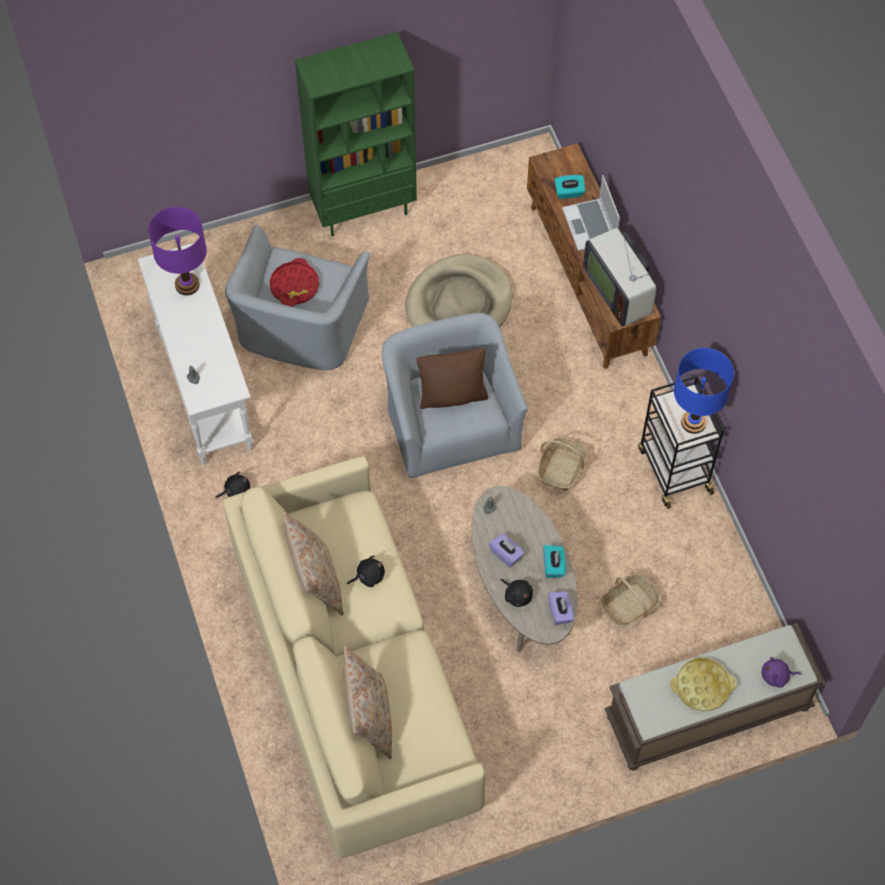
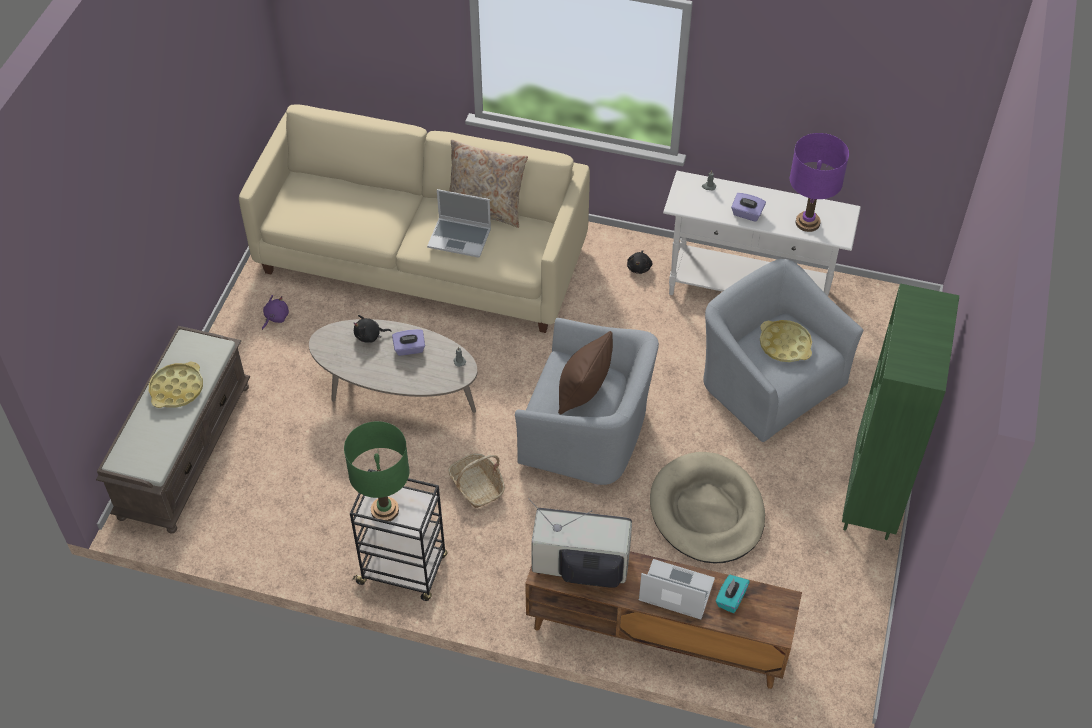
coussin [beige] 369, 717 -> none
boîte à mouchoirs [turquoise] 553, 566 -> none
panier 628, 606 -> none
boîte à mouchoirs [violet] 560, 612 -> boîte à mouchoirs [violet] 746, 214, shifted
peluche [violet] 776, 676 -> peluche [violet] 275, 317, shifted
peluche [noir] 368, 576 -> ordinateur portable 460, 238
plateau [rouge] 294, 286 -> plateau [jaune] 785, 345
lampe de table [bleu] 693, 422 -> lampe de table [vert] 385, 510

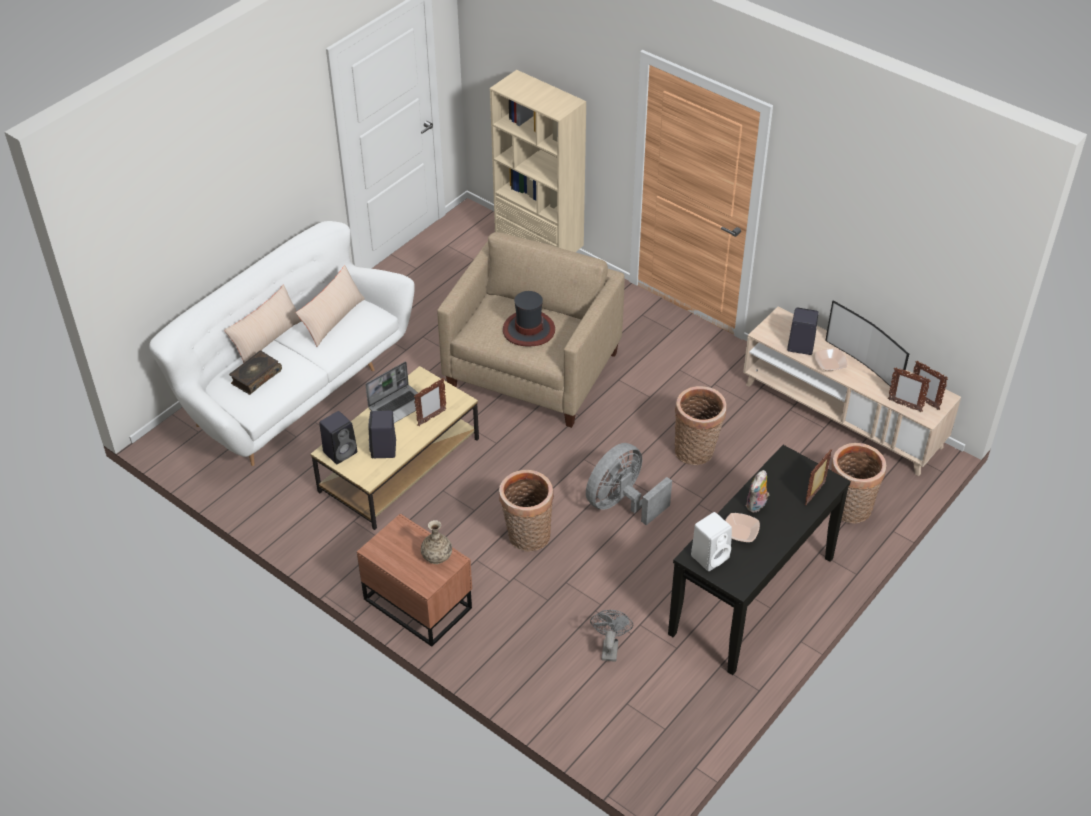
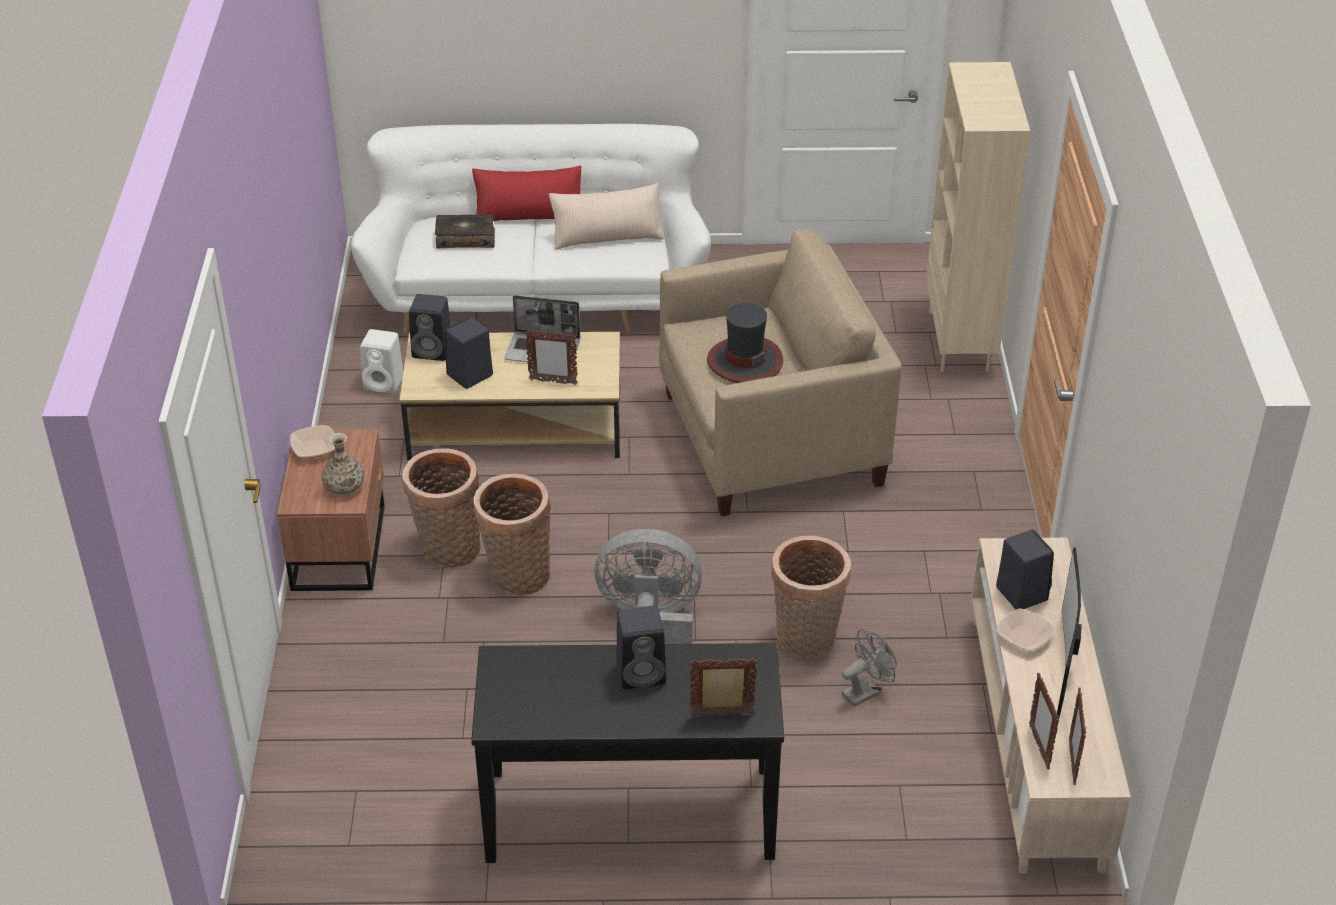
ventilateur [gris] 609, 647 -> ventilateur [gris] 866, 691, shifted
enceinte [blanc] 710, 556 -> enceinte [blanc] 385, 383, shifted
bol 740, 532 -> bol 314, 449, shifted
panier 849, 510 -> panier 447, 549, shifted
peluche 756, 506 -> enceinte [noir] 643, 672
coussin [beige] 267, 338 -> coussin [rouge] 529, 215

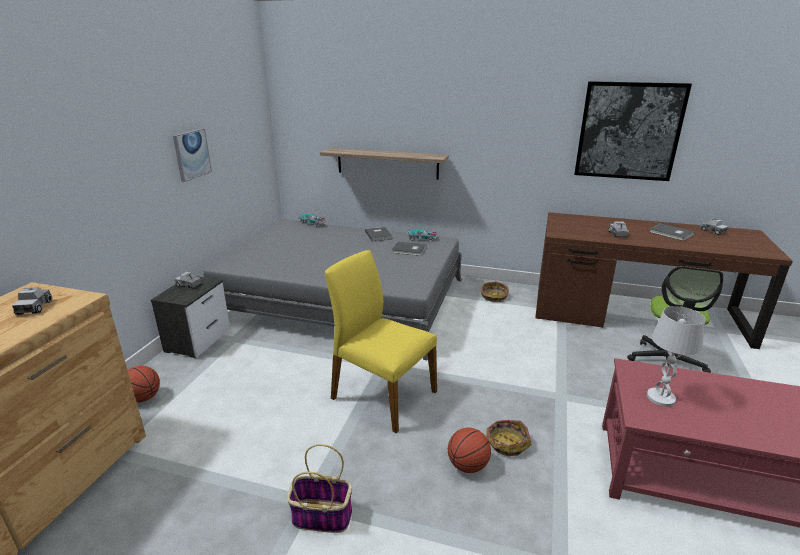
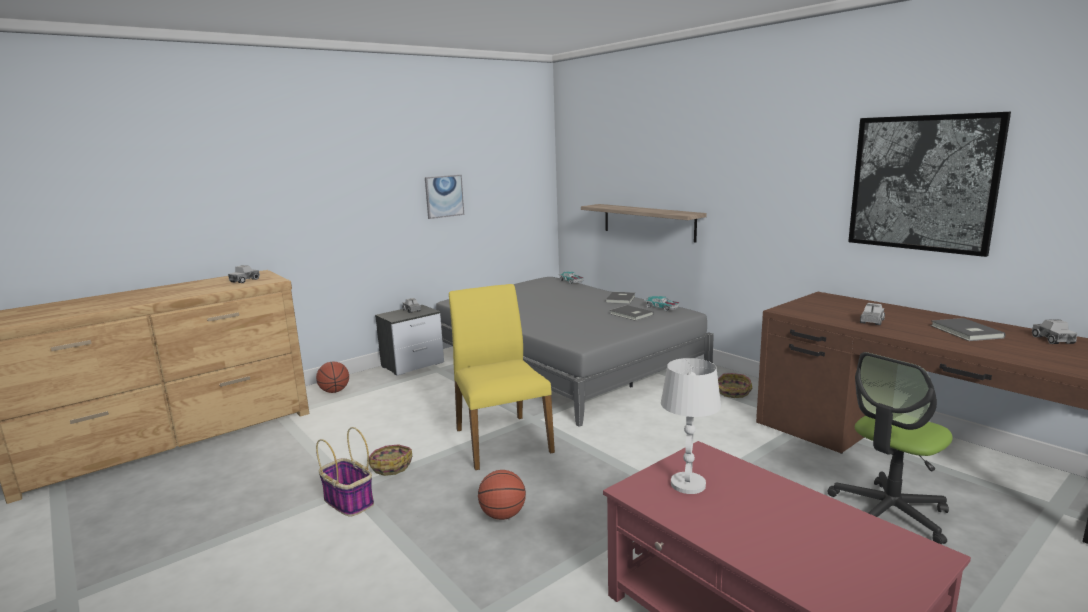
panier 506, 443 -> panier 391, 466, shifted

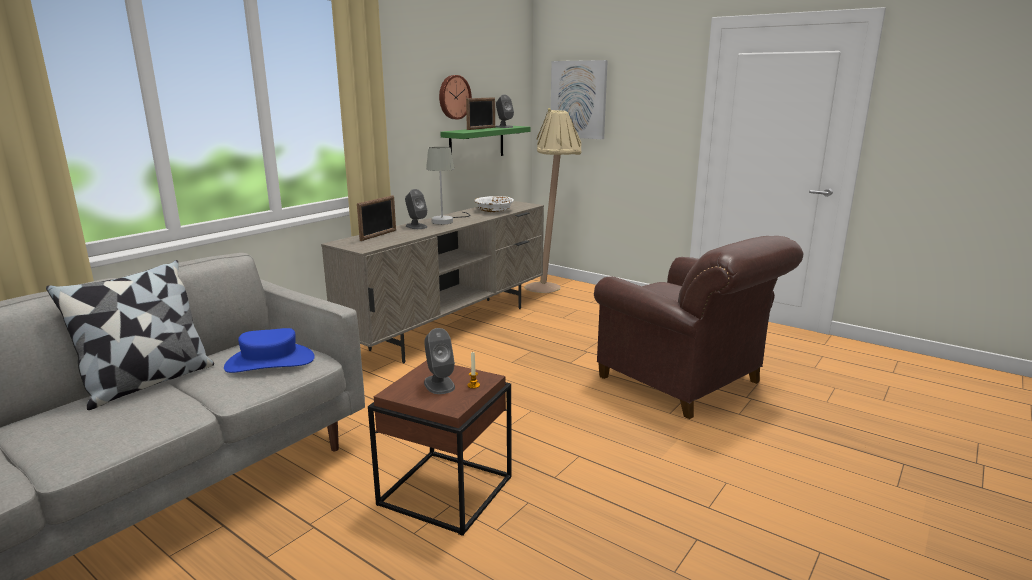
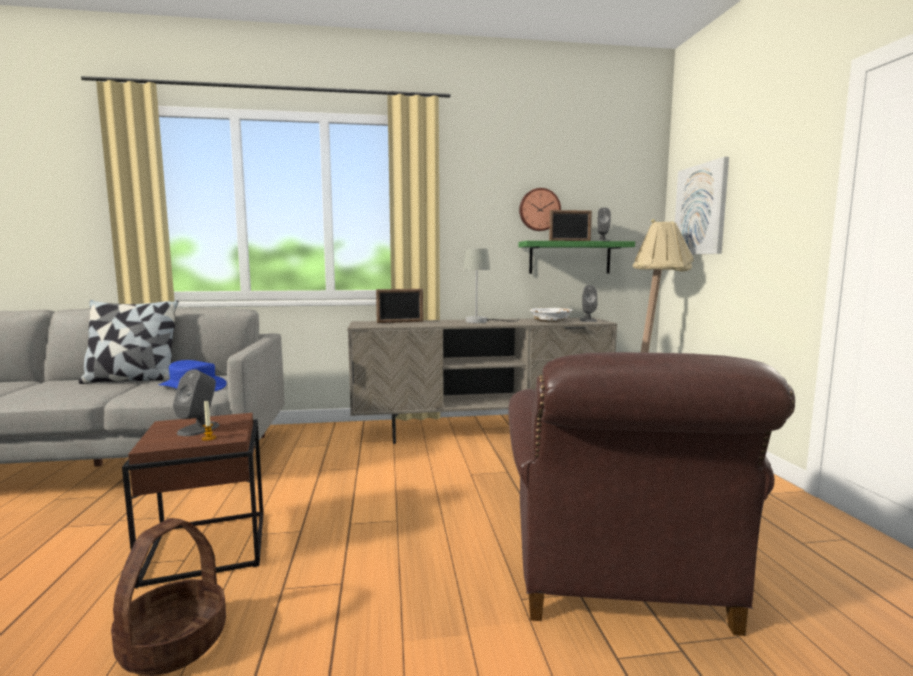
none -> panier 173, 643
enceinte [gris] 416, 226 -> enceinte [gris] 588, 320, shifted

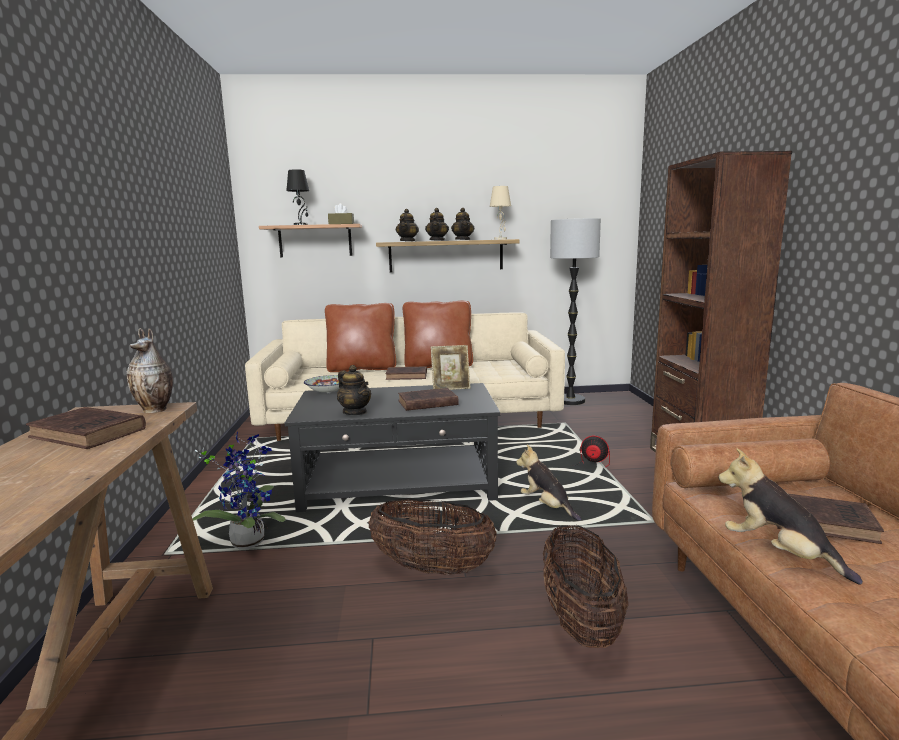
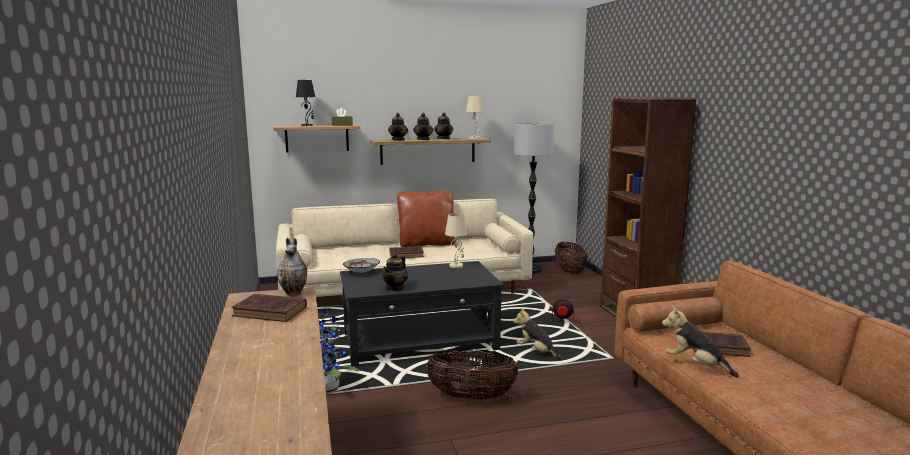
coussin [marron] 362, 369 -> none
livre [marron] 426, 403 -> none
panier 580, 621 -> panier 570, 272, shifted
cadre photo 451, 388 -> lampe de table [beige] 456, 266
théière 355, 412 -> théière 395, 288, 75 degrees clockwise

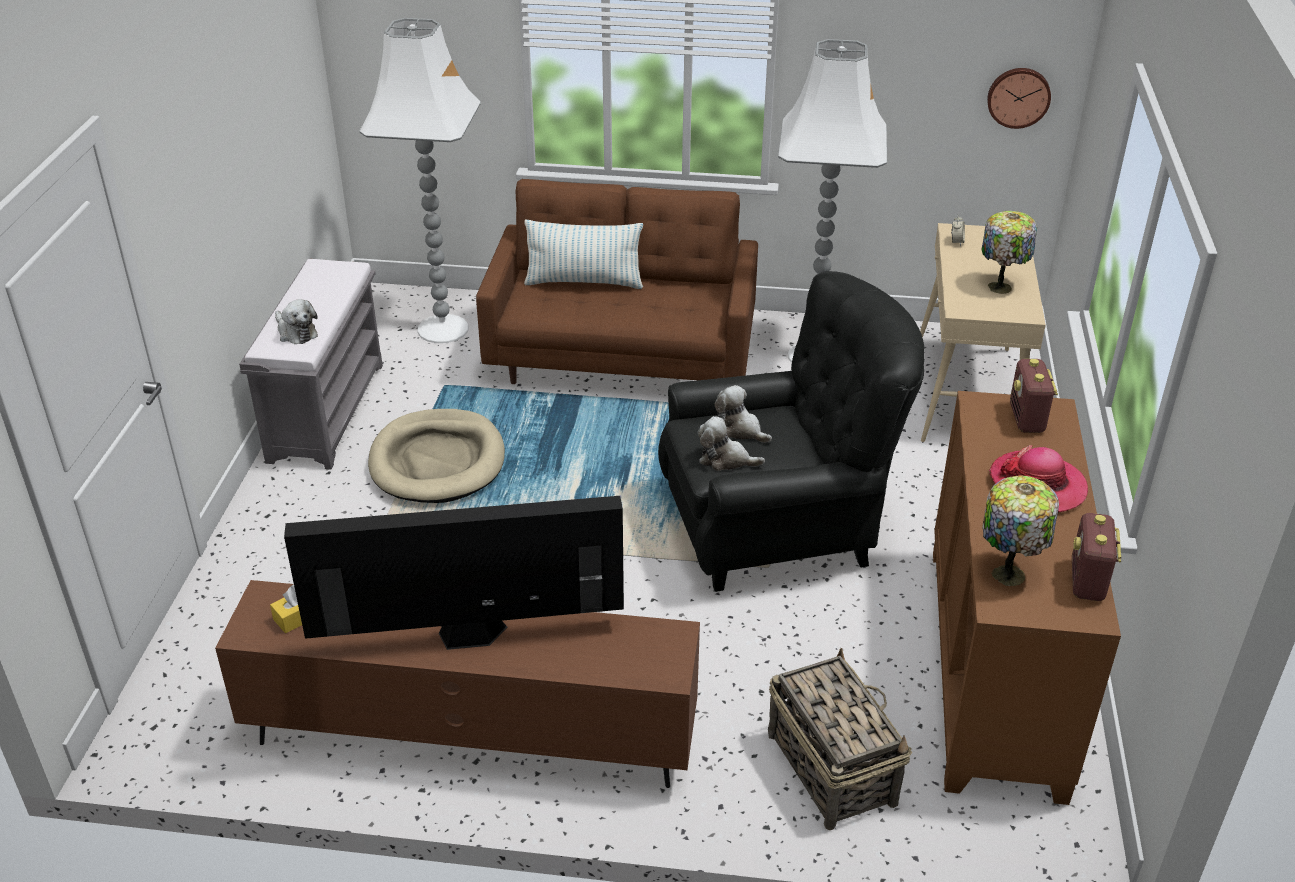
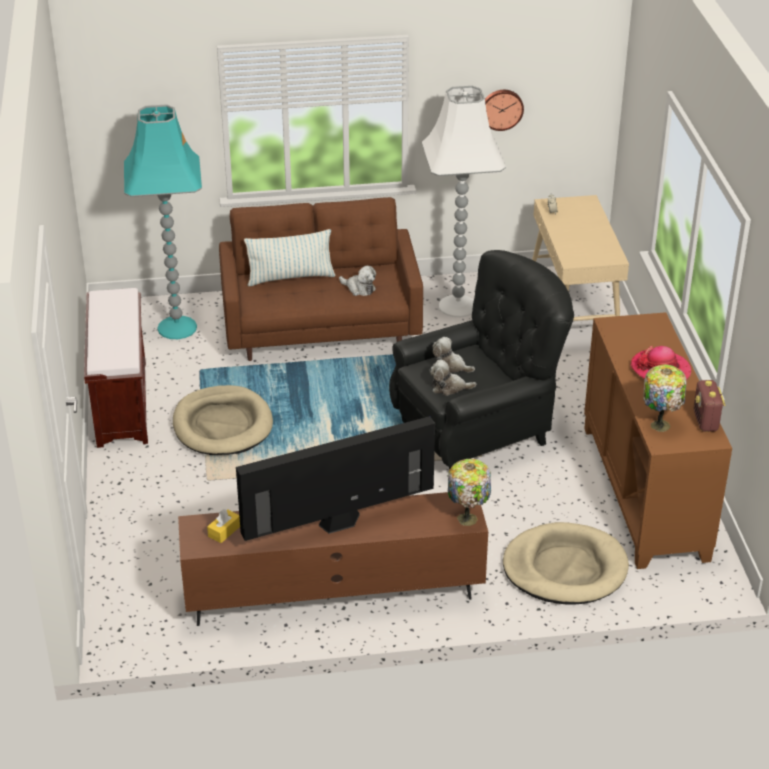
radio 1027, 419 -> none
peluche 296, 332 -> peluche 359, 288, shifted
lampe de table 1001, 287 -> lampe de table 468, 518, shifted
horloge murale 1018, 97 -> horloge murale 501, 109, shifted
panier 831, 767 -> panier pour chien [beige] 565, 568
banc [gris] 326, 411 -> banc [marron] 121, 403
lampadaire [blanc] 444, 328 -> lampadaire [turquoise] 178, 327

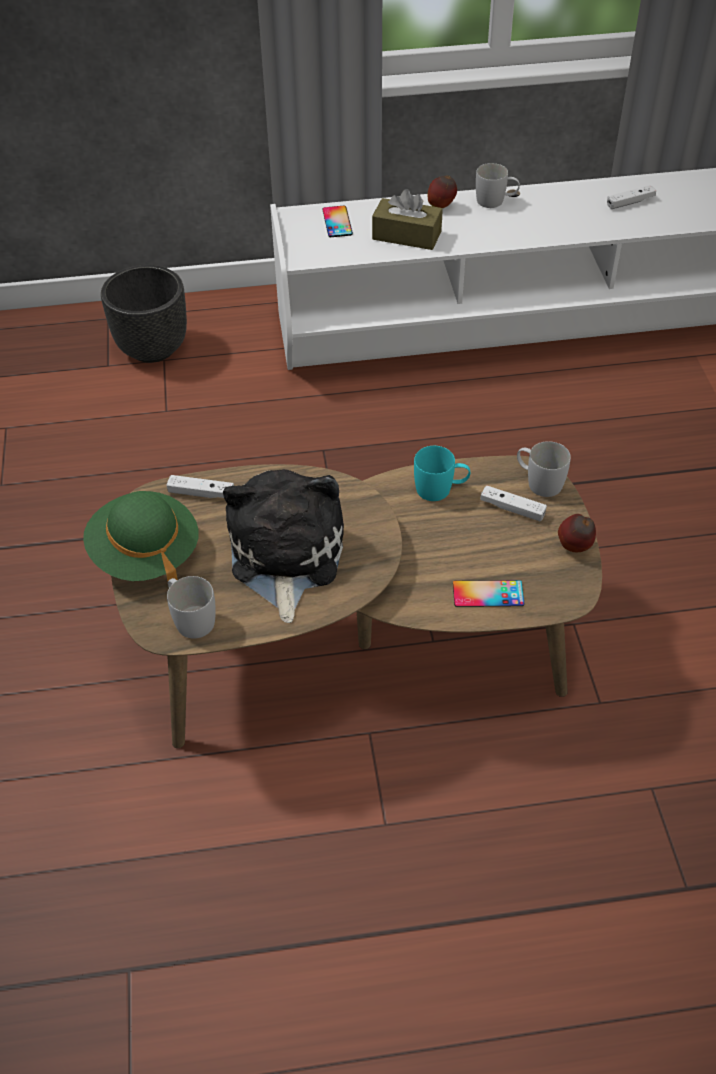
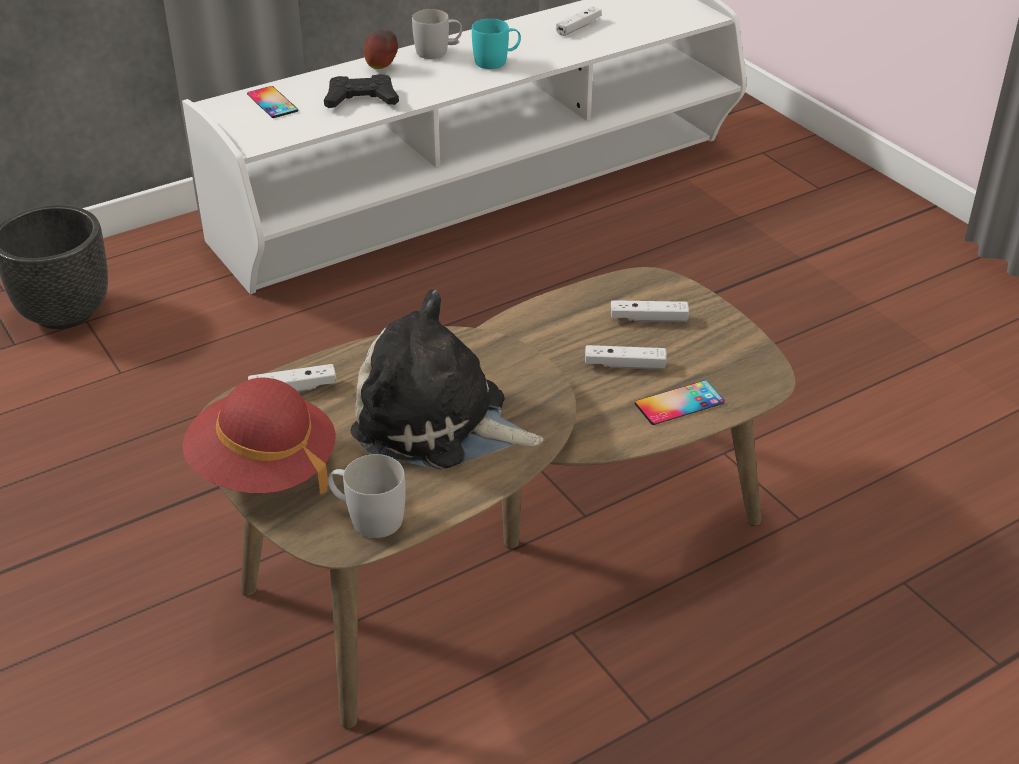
mug [blanc] 538, 482 -> none
pomme 574, 548 -> none
none -> manette [blanc] 624, 365
mug [turquoise] 441, 489 -> mug [turquoise] 497, 61, shifted
boîte à mouchoirs [marron] 406, 235 -> manette [noir] 361, 99
chapeau [vert] 145, 554 -> chapeau [rouge] 263, 469
peluche 284, 556 -> peluche 438, 423, 45 degrees counterclockwise

